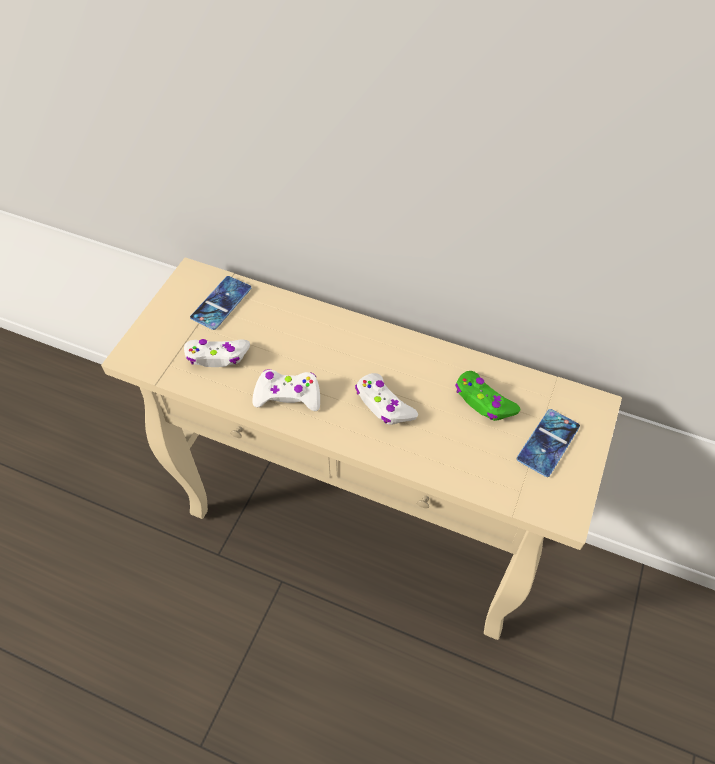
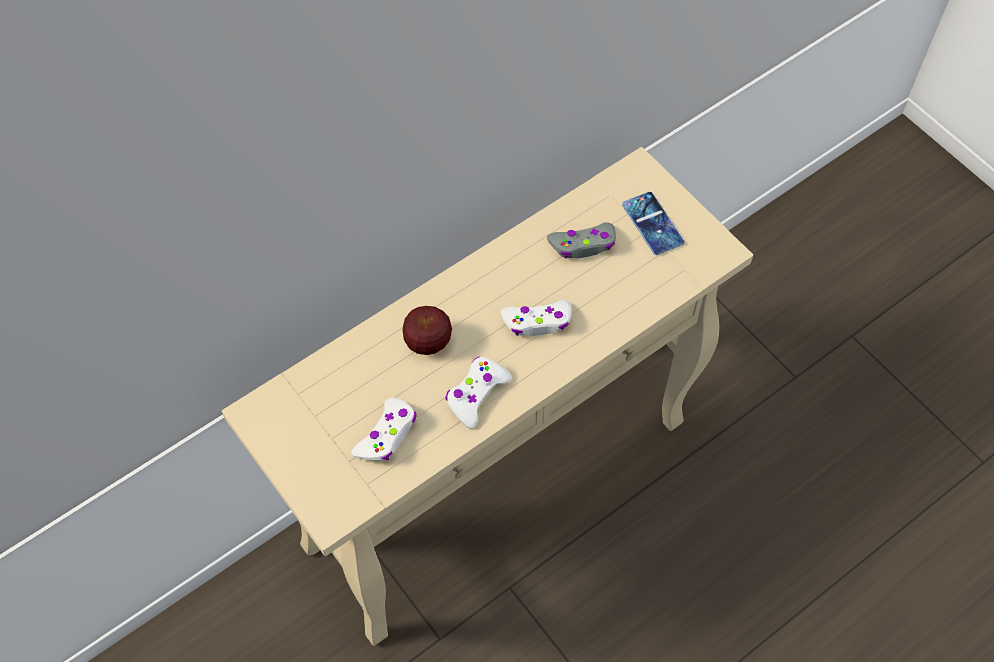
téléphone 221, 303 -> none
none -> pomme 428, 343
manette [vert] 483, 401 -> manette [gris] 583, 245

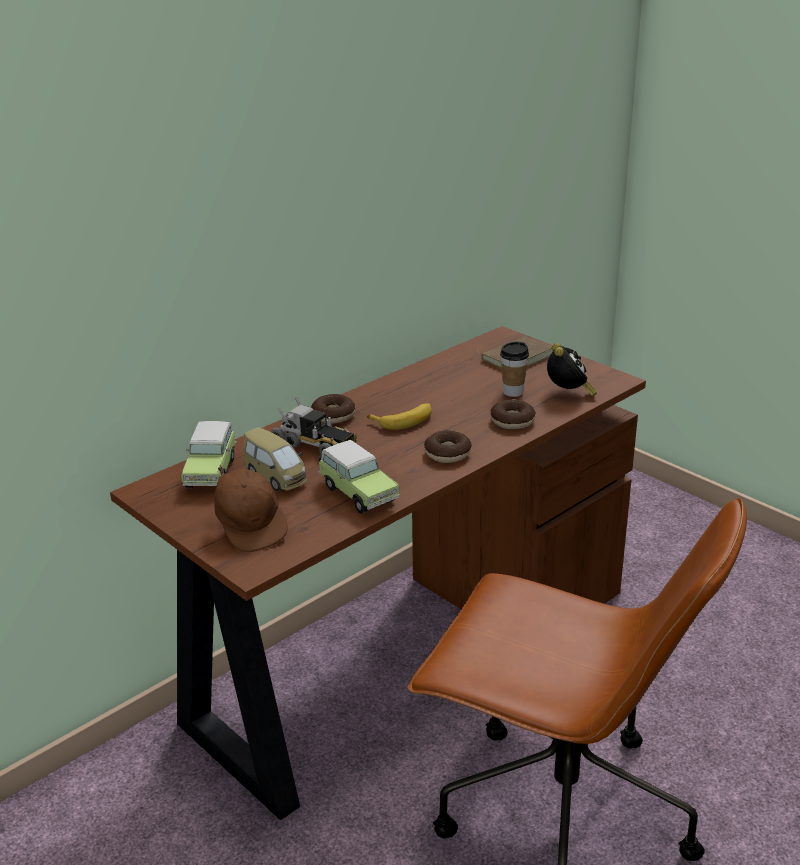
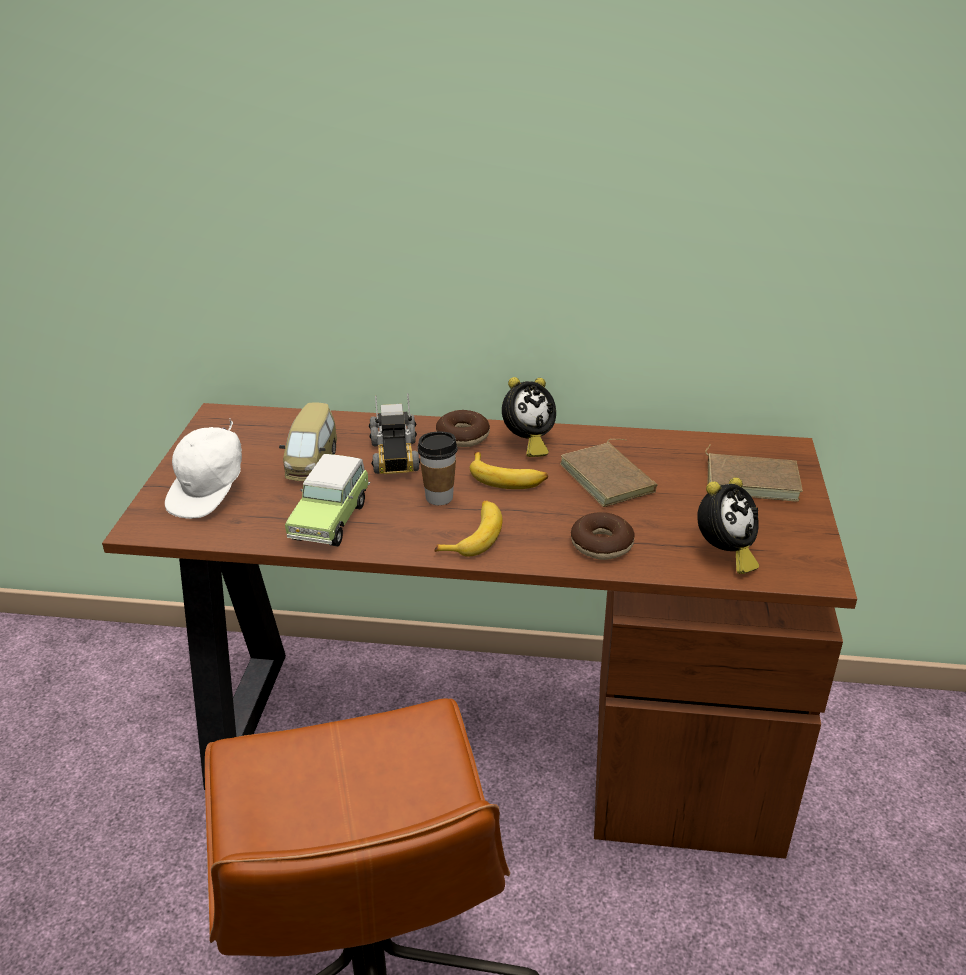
petite voiture 211, 471 -> none
none -> réveil 527, 443
none -> livre [marron] 610, 478
tasse 513, 392 -> tasse 439, 497, shifted
beignet 447, 453 -> banane 474, 535
casquette [marron] 250, 527 -> casquette [blanc] 211, 492

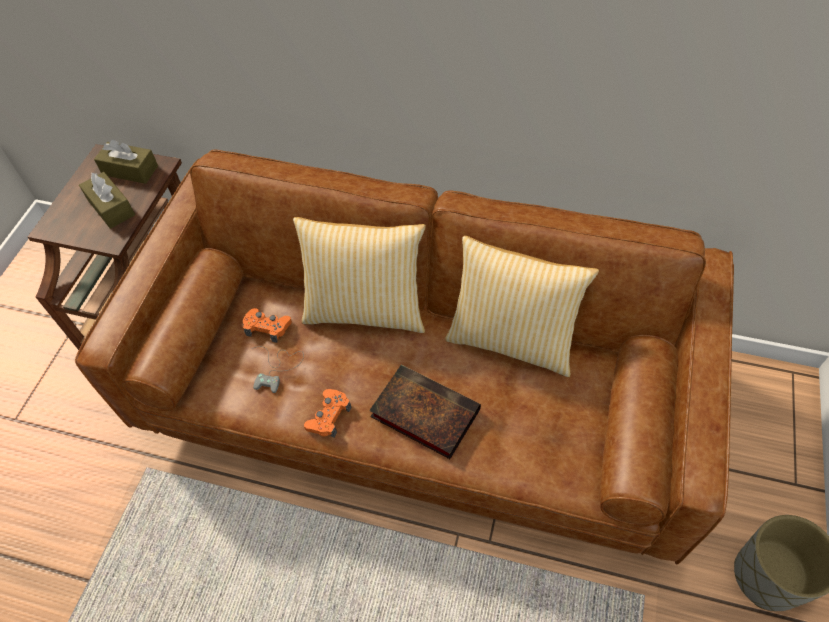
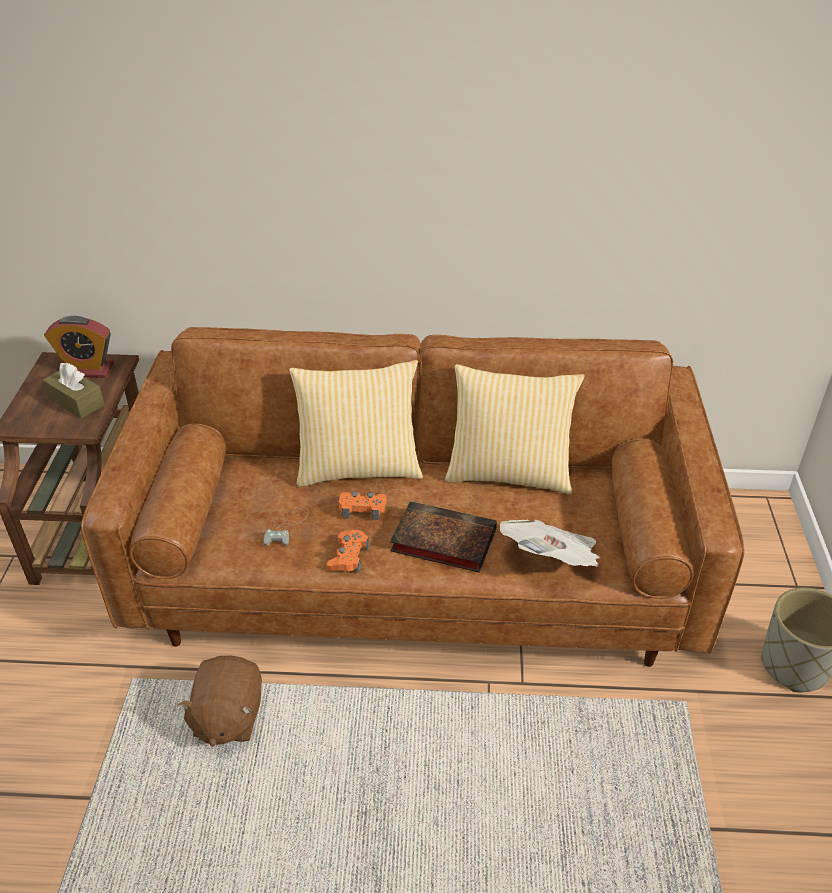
none -> peluche [marron] 227, 717
none -> journal 552, 560
manette [orange] 267, 327 -> manette [orange] 362, 508, shifted
boîte à mouchoirs [marron] 130, 170 -> réveil 87, 369

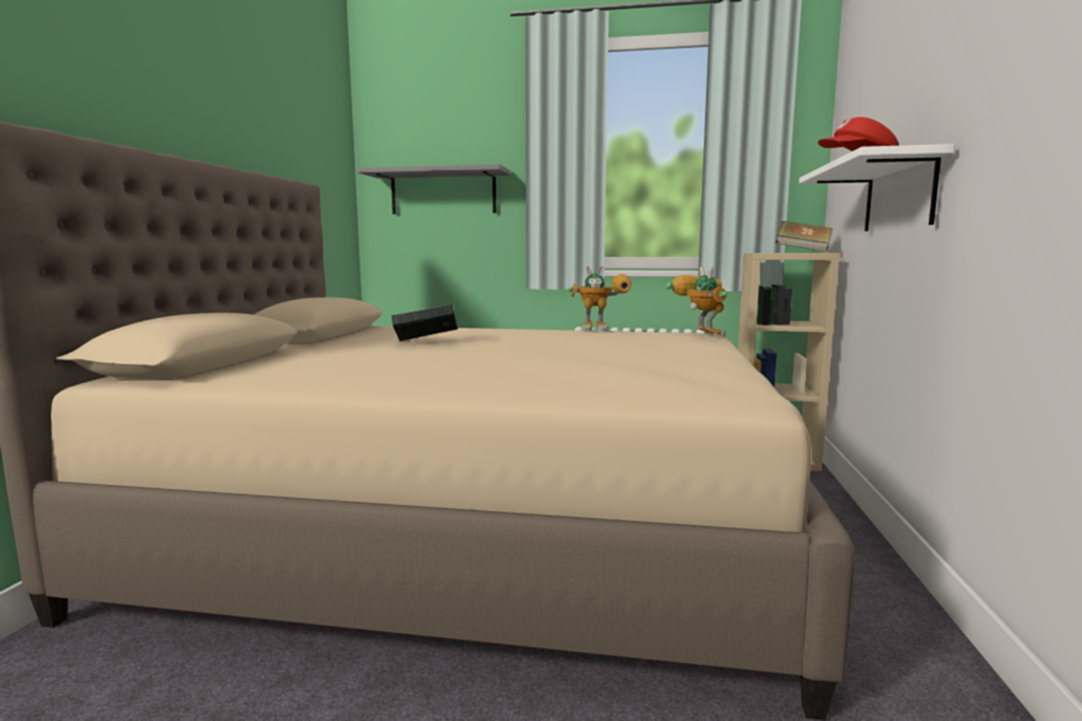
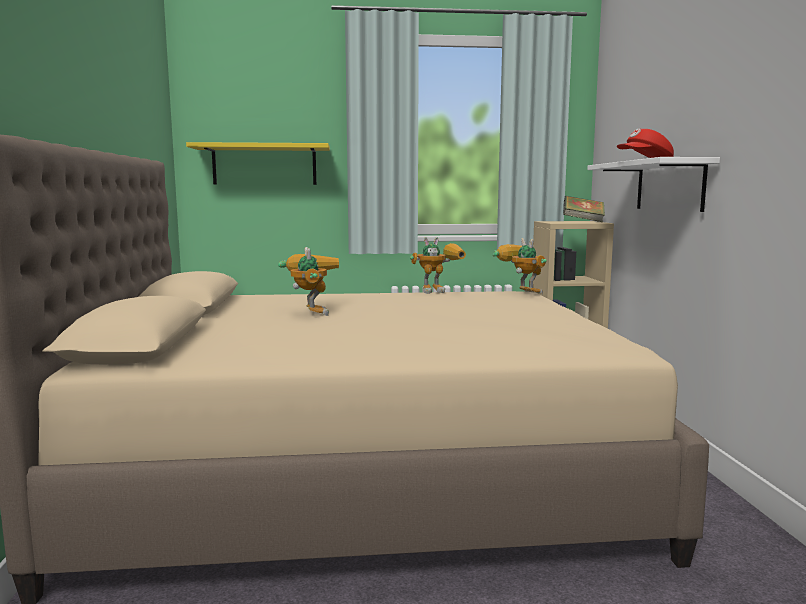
livre 425, 343 -> robot jouet 310, 312
étagère [gris] 443, 193 -> étagère [jaune] 264, 165

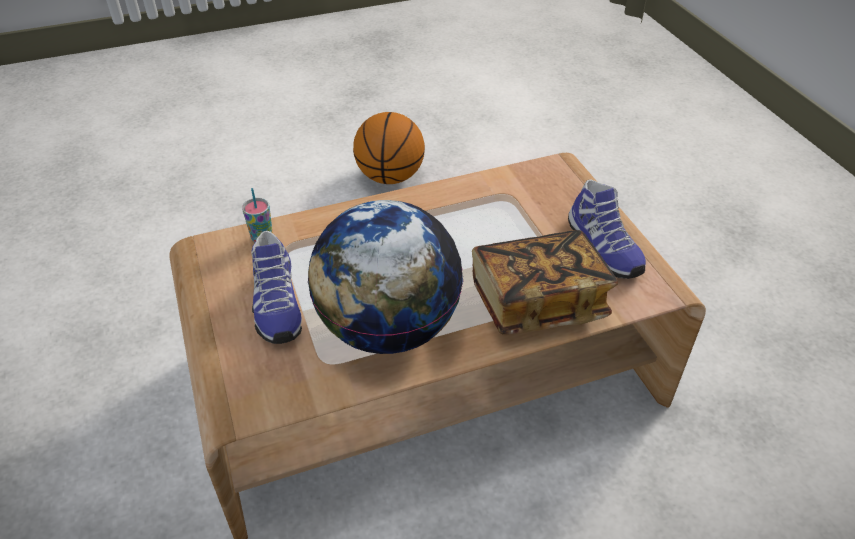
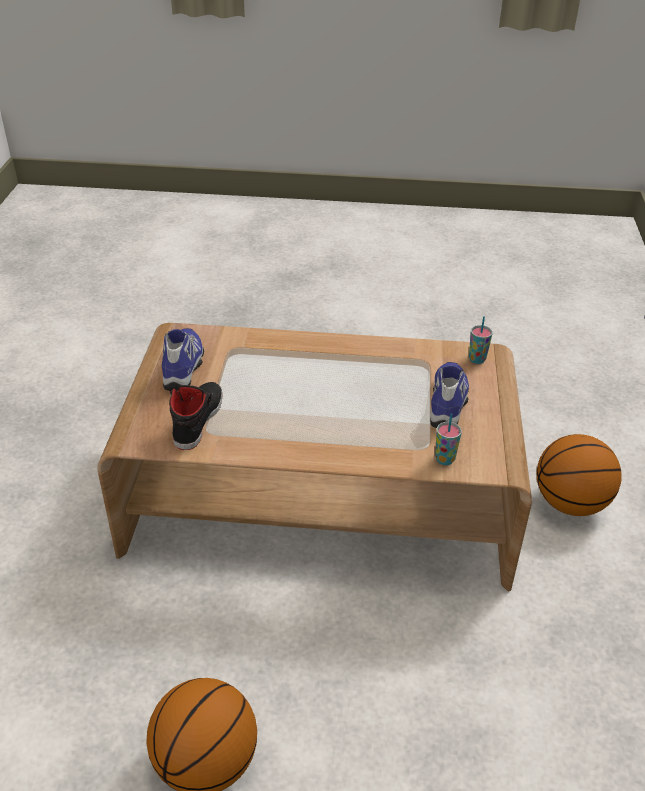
globe 387, 328 -> none
livre 537, 301 -> none
none -> chaussure [noir] 197, 419
none -> tasse 477, 359
none -> ballon de basket 569, 503

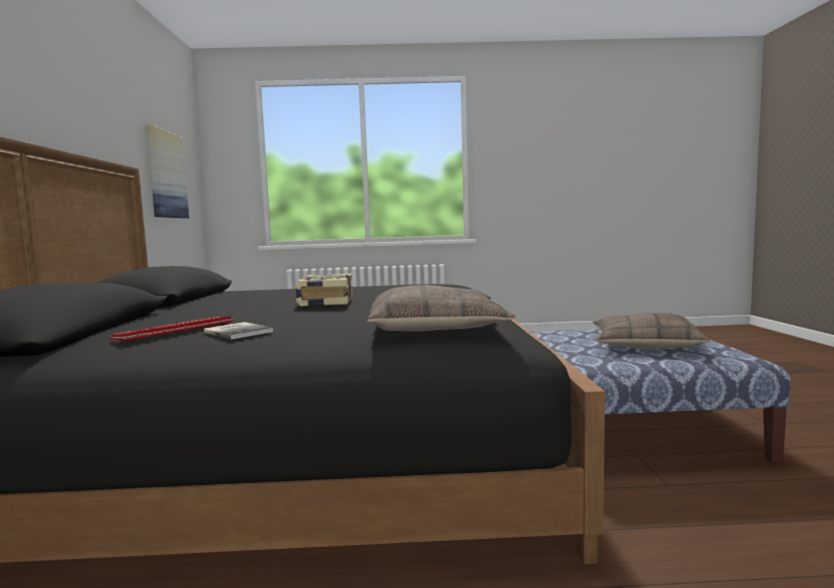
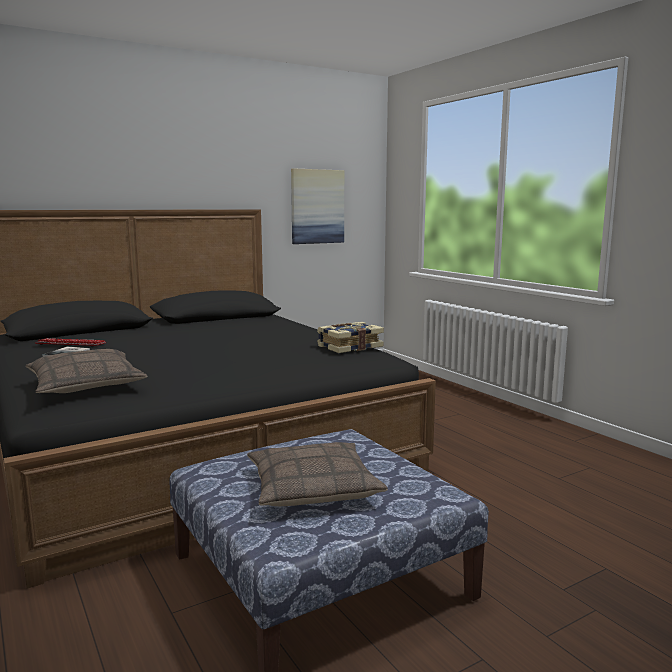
livre 324, 302 -> livre 349, 347, shifted

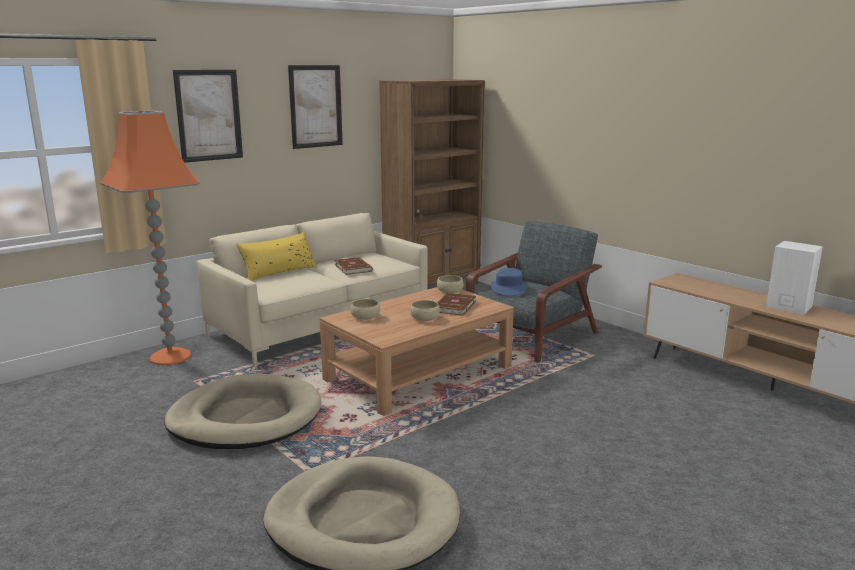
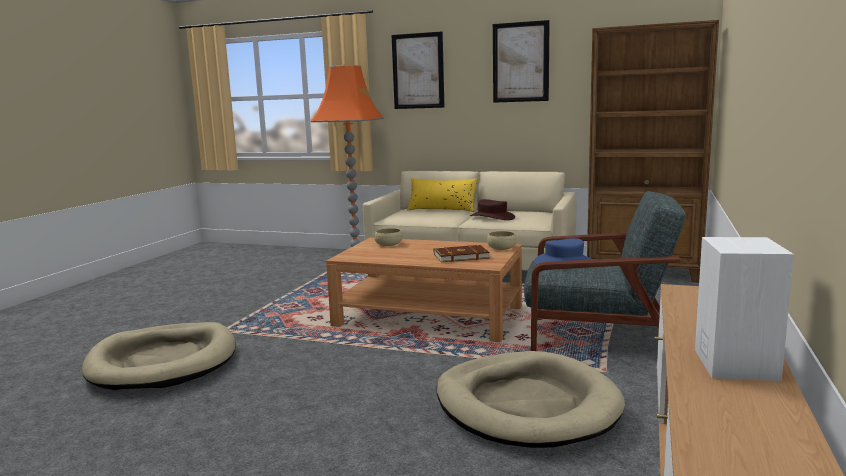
bol [beige] 424, 318 -> none
panier pour chien [beige] 245, 418 -> panier pour chien [beige] 526, 405, shifted
livre [marron] 353, 268 -> chapeau [marron] 492, 217

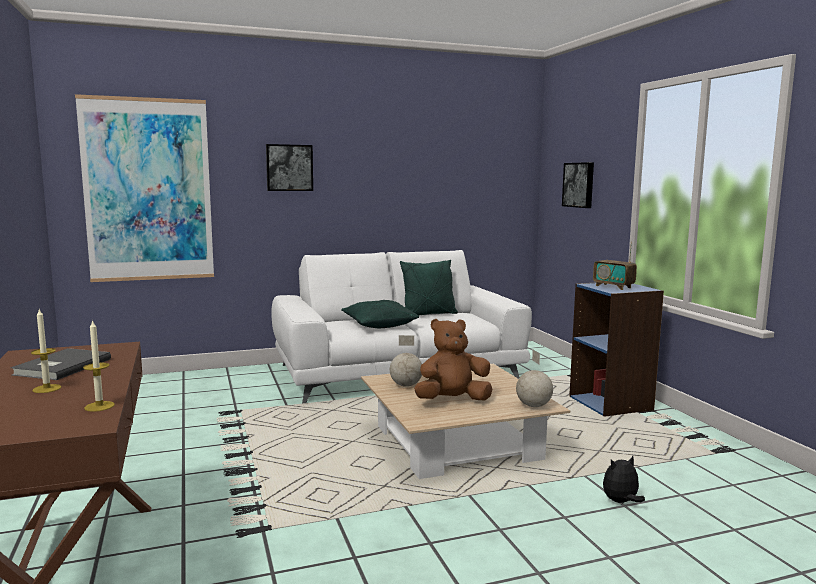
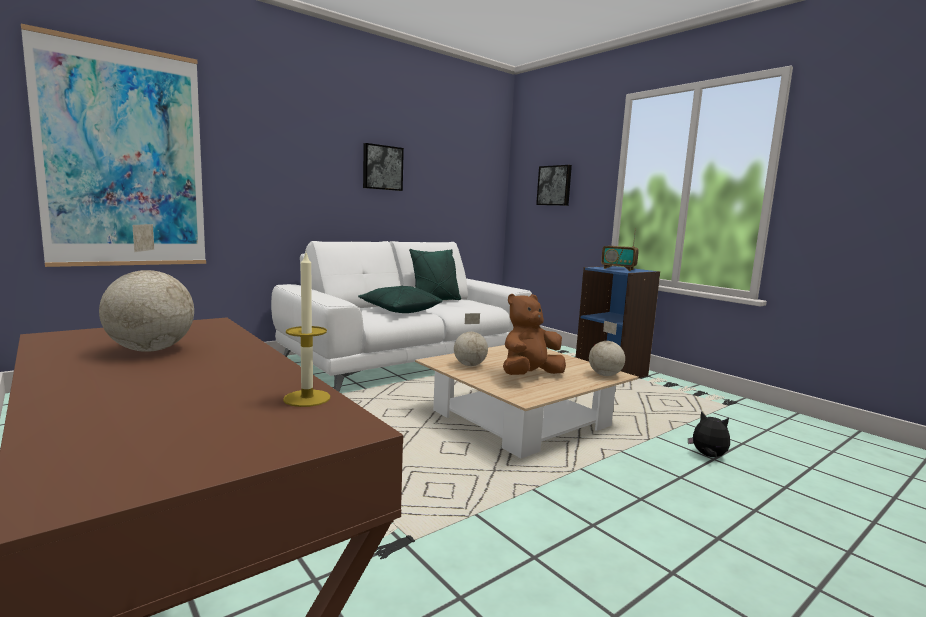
bougie 47, 388 -> none
tableau 289, 167 -> tableau 382, 167, shifted
livre [gris] 60, 367 -> globe 149, 350
peluche 621, 502 -> peluche 708, 456, 75 degrees clockwise

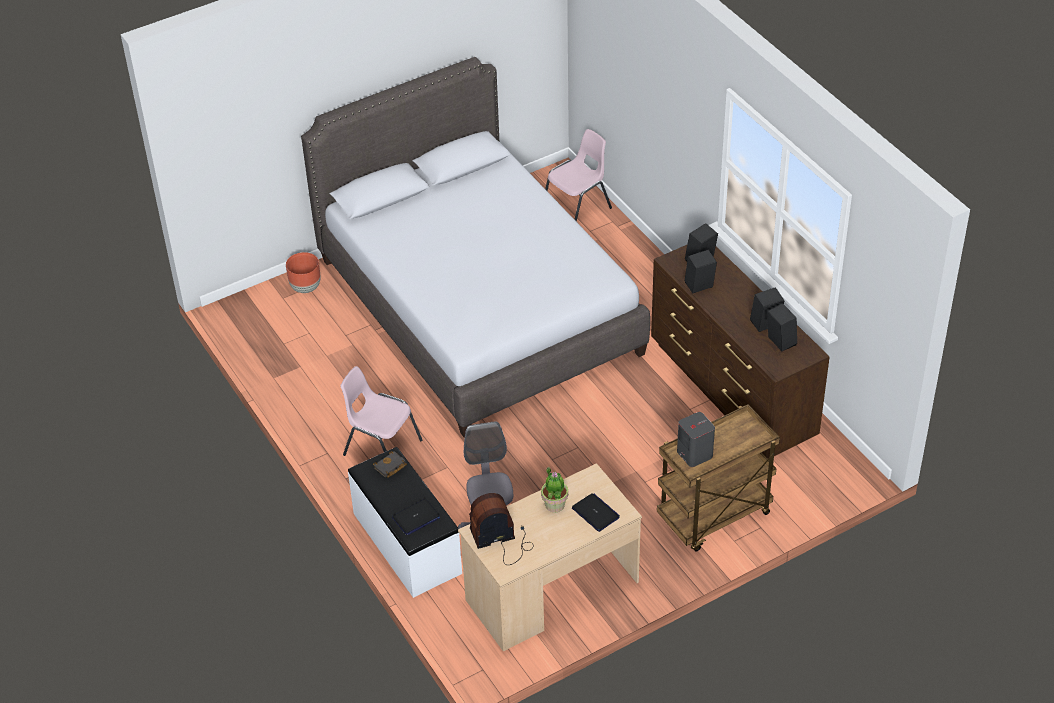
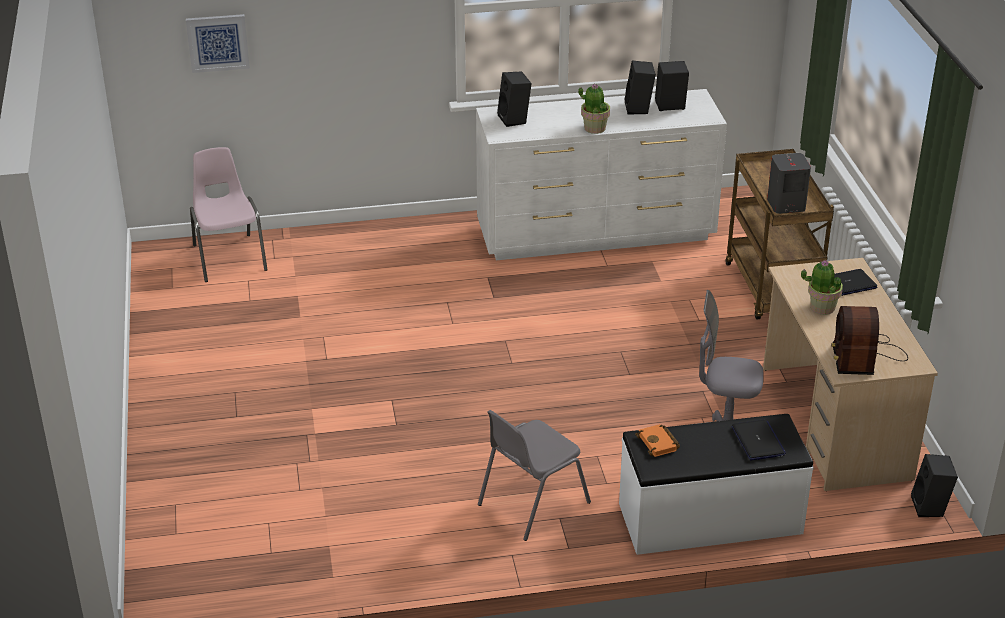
cache-pot [marron] 305, 288 -> none
lit [gris] 478, 306 -> none
none -> tableau 218, 42
none -> plante en pot 594, 128
enceinte [noir] 699, 287 -> enceinte [noir] 931, 507, shifted
chaise [rose] 381, 447 -> chaise [gris] 531, 503
livre [noir] 390, 467 -> livre [orange] 659, 443
commode [marron] 732, 391 -> commode [blanc] 597, 234

